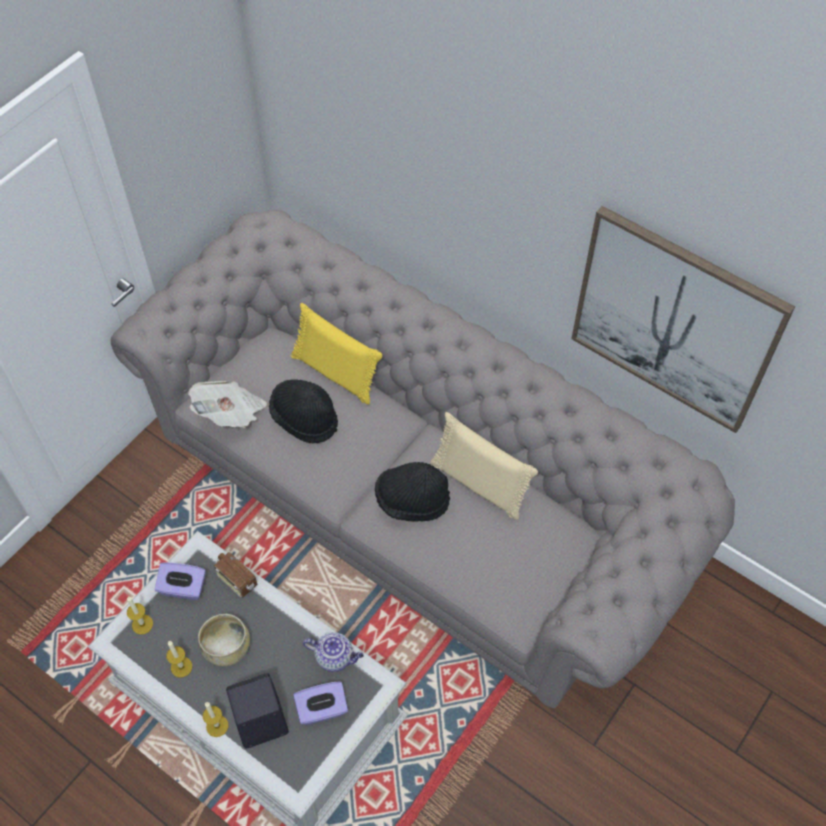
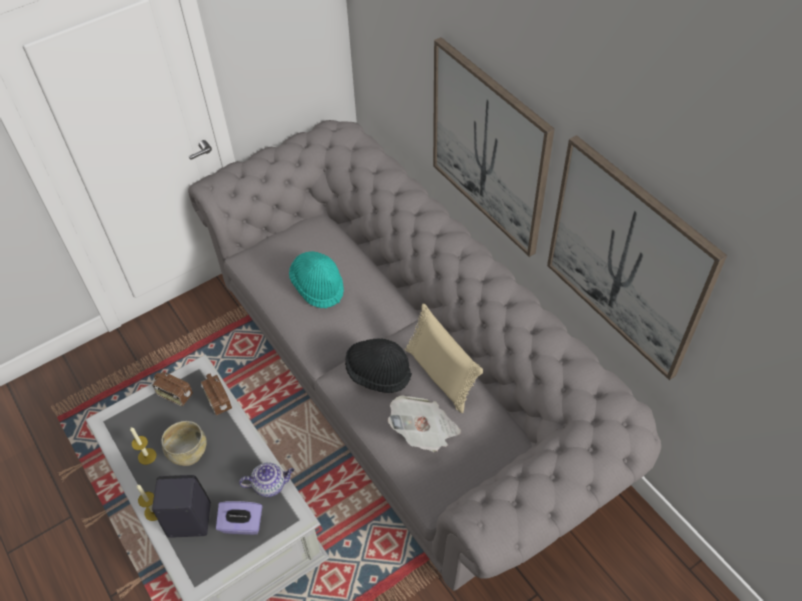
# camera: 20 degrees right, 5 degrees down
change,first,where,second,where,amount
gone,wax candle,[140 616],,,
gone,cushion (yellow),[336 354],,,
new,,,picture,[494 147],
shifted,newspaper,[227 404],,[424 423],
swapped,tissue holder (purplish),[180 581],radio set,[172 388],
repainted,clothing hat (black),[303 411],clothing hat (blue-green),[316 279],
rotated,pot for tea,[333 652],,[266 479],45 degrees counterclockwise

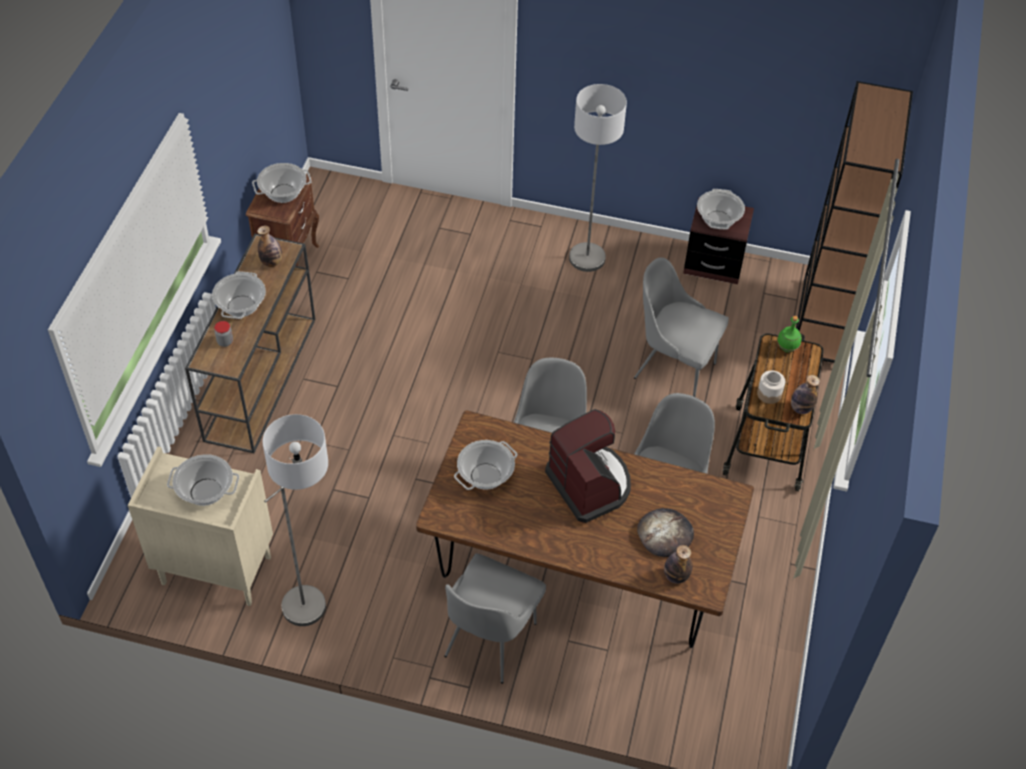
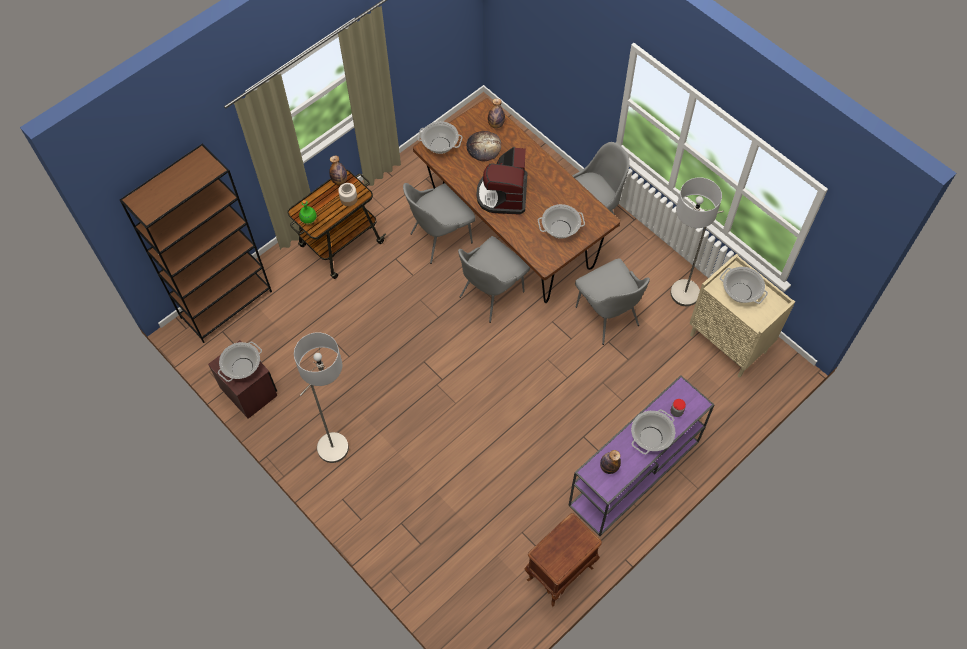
# camera: 145 degrees left, 10 degrees up
change,first,where,second,where,amount
shifted,stockpot,[282 183],,[440 137],
shifted,chair (grey),[681 327],,[612 301],
repainted,console table (brown-coloured),[250 343],console table (purplish),[641 455],

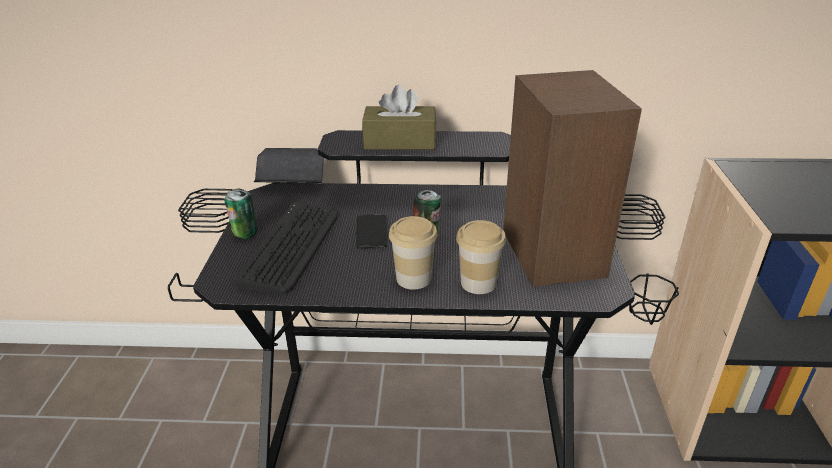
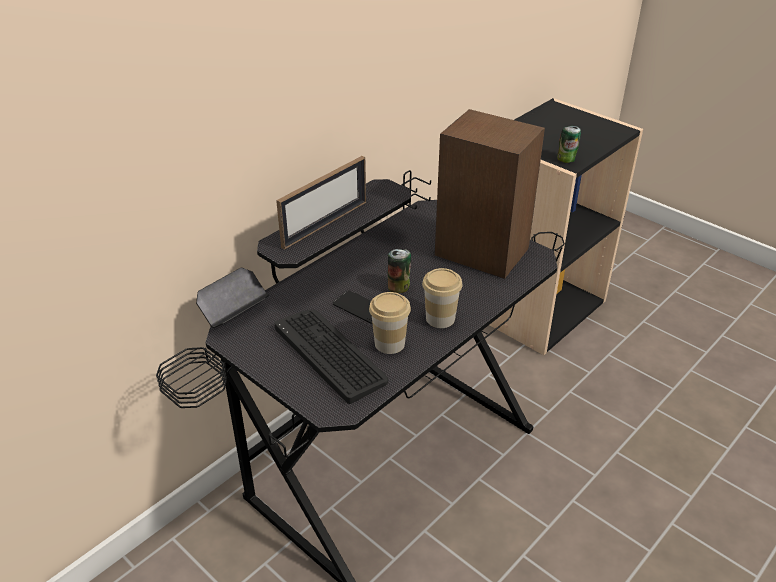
# camera: 50 degrees left, 5 degrees up
change,first,where,second,where,amount
shifted,sealed can,[240 213],,[569 144],
shifted,small cup,[481 257],,[390 323],
swapped,tissue holder (brown-coloured),[399 117],standing frame,[321 203],

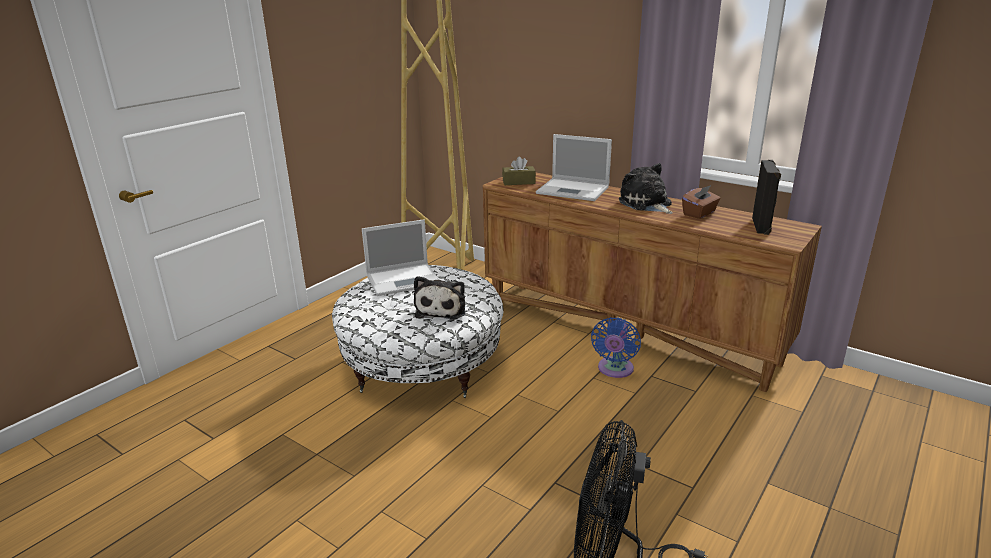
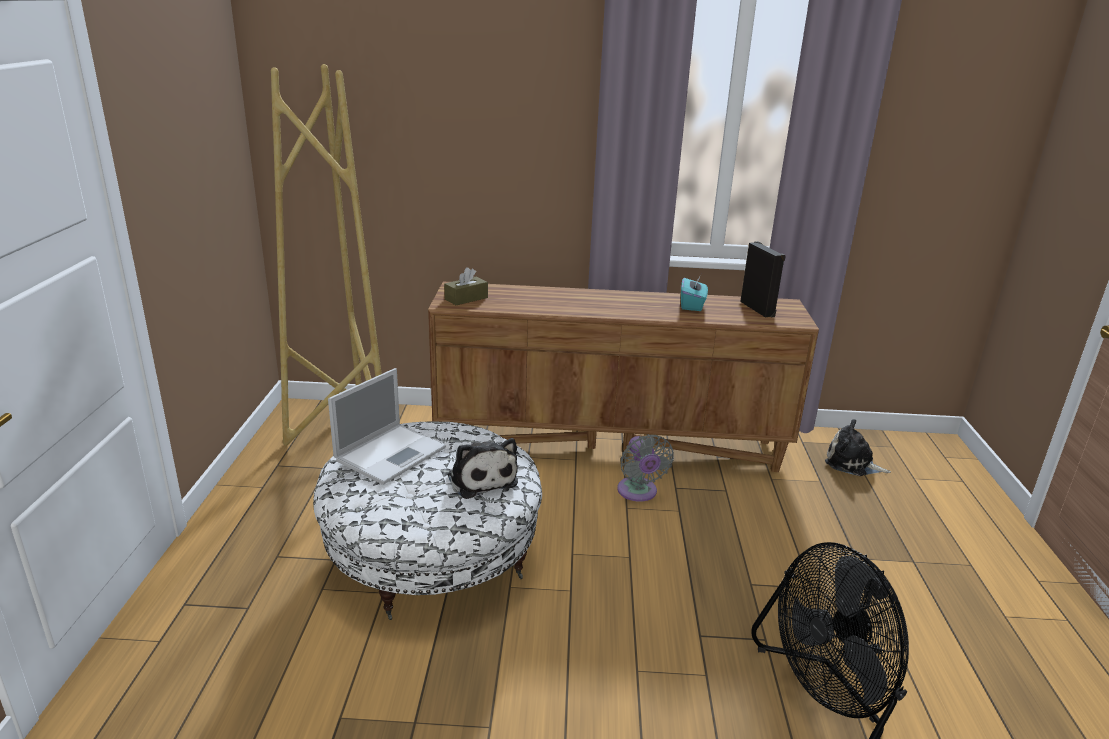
# camera: 35 degrees left, 0 degrees up
change,first,where,second,where,amount
gone,portable computer,[574 167],,,
shifted,cuddly toy,[646 188],,[858 447],
repainted,fan (blue-coloured),[616 347],fan (grey),[645 468],
repainted,tissue holder (brown-coloured),[701 202],tissue holder (blue-green),[694 293],

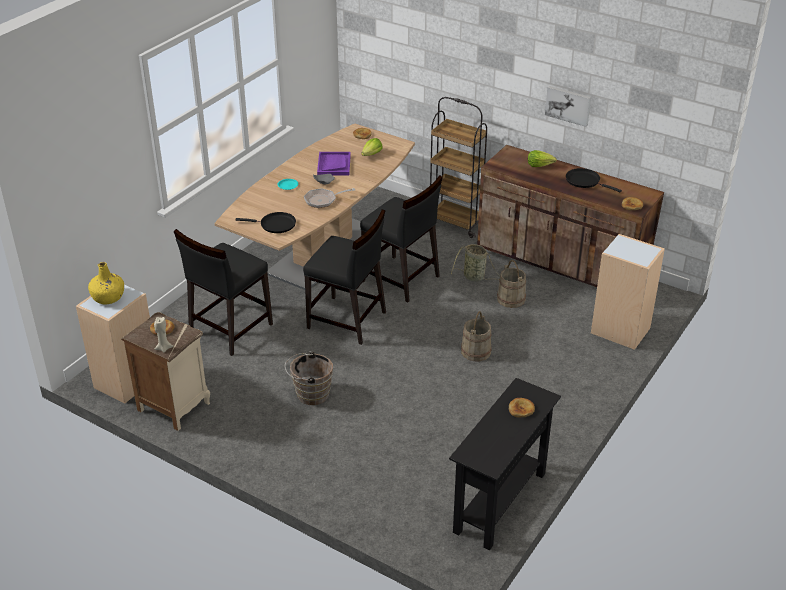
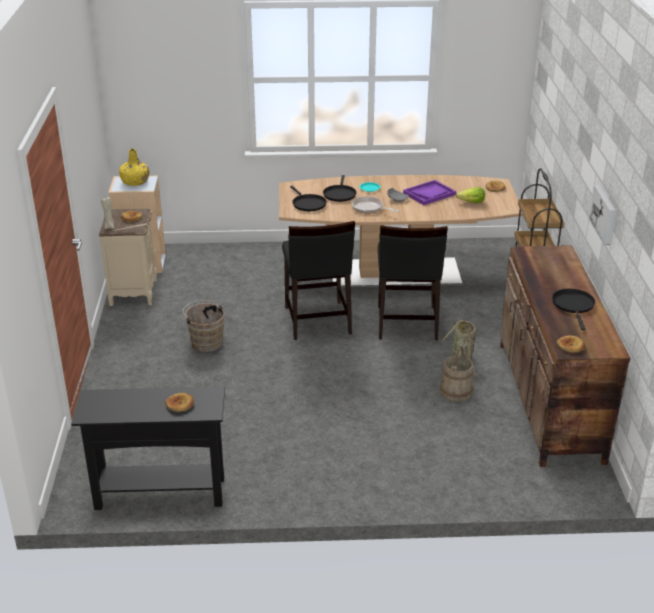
# camera: 55 degrees right, 5 degrees down
change,first,where,second,where,amount
gone,chair (black),[223 292],,,
gone,bucket (sand-coloured),[476 336],,,
gone,lettuce,[542 158],,,
gone,bookcase,[628 292],,,
new,,,pan (black),[339 188],

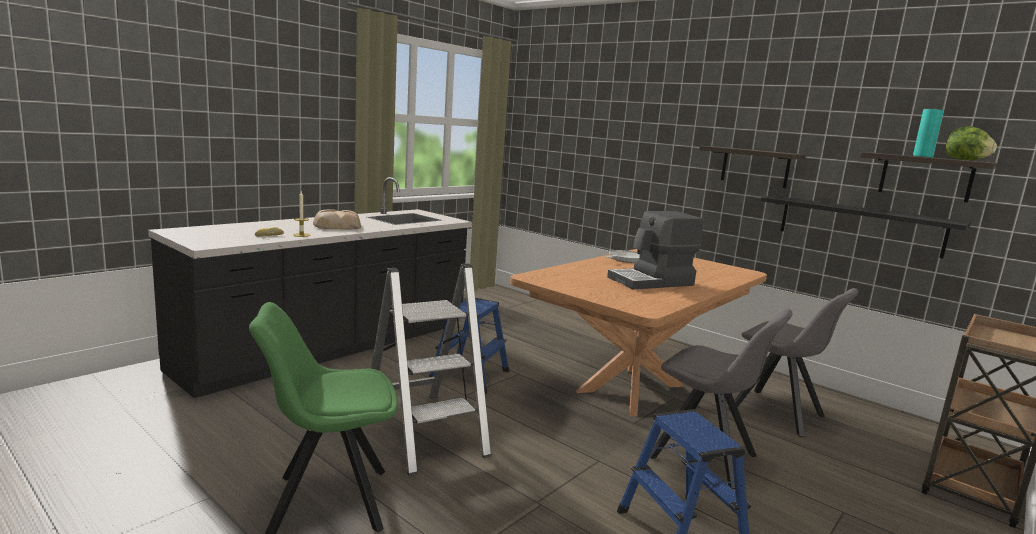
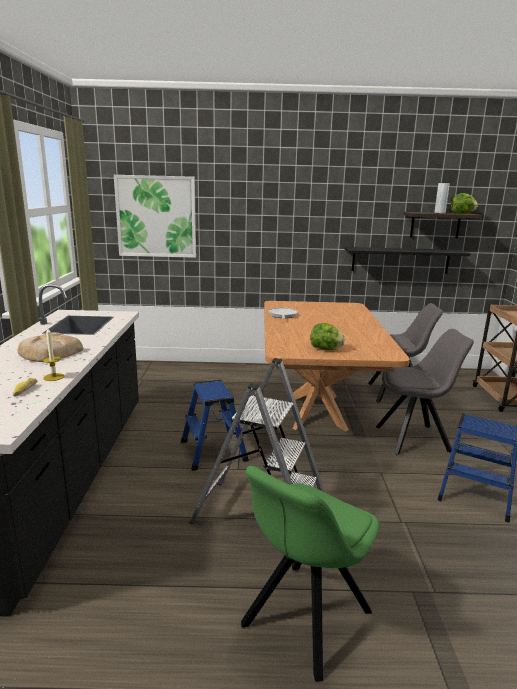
# camera: 40 degrees left, 5 degrees up
change,first,where,second,where,amount
gone,coffee machine,[655 250],,,
gone,bracket shelf,[752 167],,,
new,,,picture,[155 216],
new,,,lettuce,[327 336],
repainted,vase (blue-green),[928 133],vase (grey),[442 198],

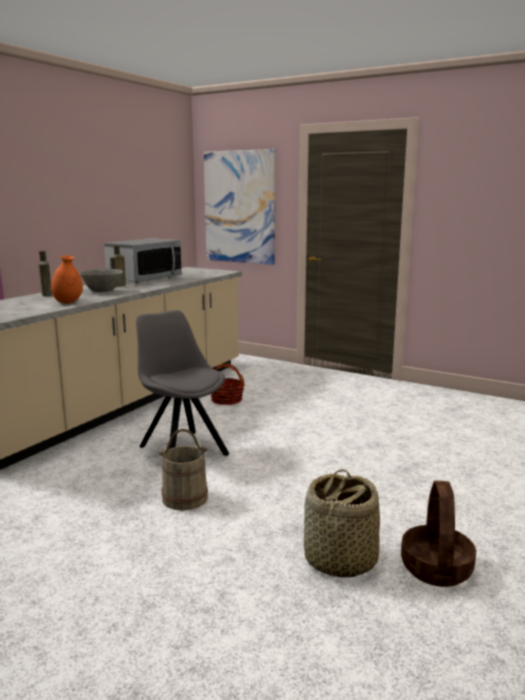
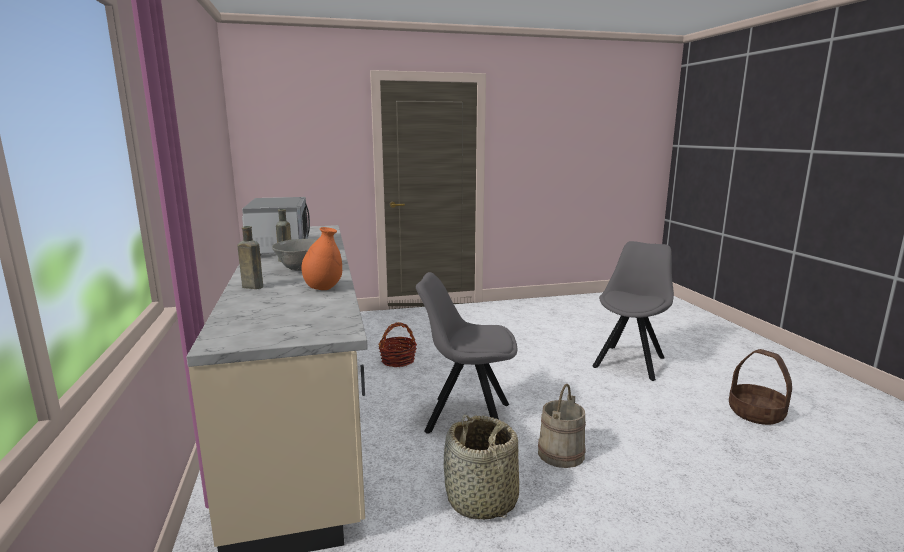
# camera: 45 degrees left, 0 degrees up
change,first,where,second,where,amount
gone,picture,[240 207],,,
new,,,chair (grey),[633 311],
shifted,basket,[342 523],,[481 467],

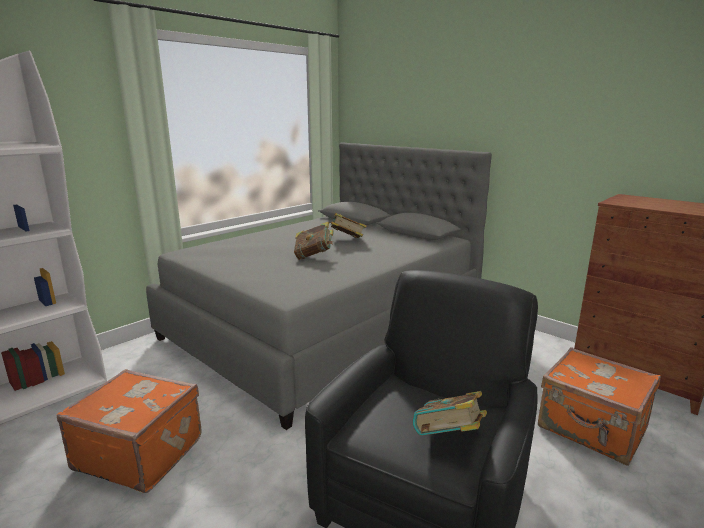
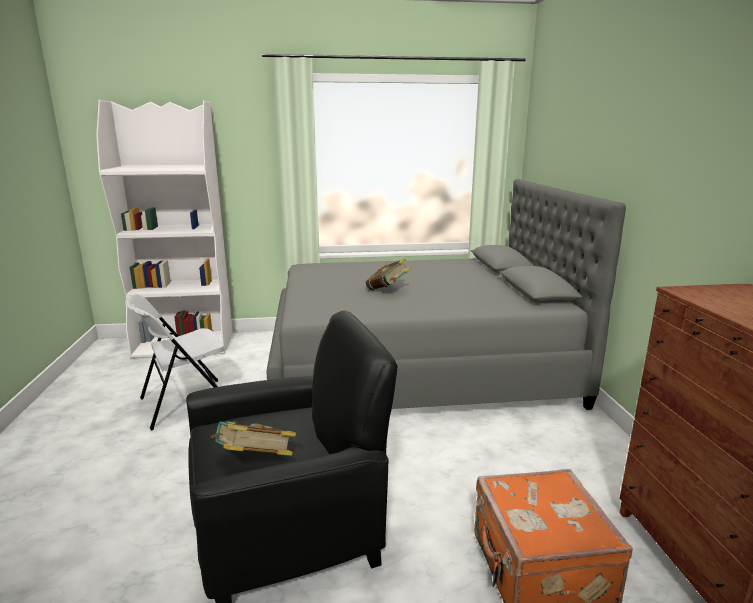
# camera: 40 degrees right, 0 degrees up
change,first,where,second,where,amount
gone,volume,[348 225],,,
swapped,piece of luggage (orange-coloured),[129 431],chair (white),[174 362],

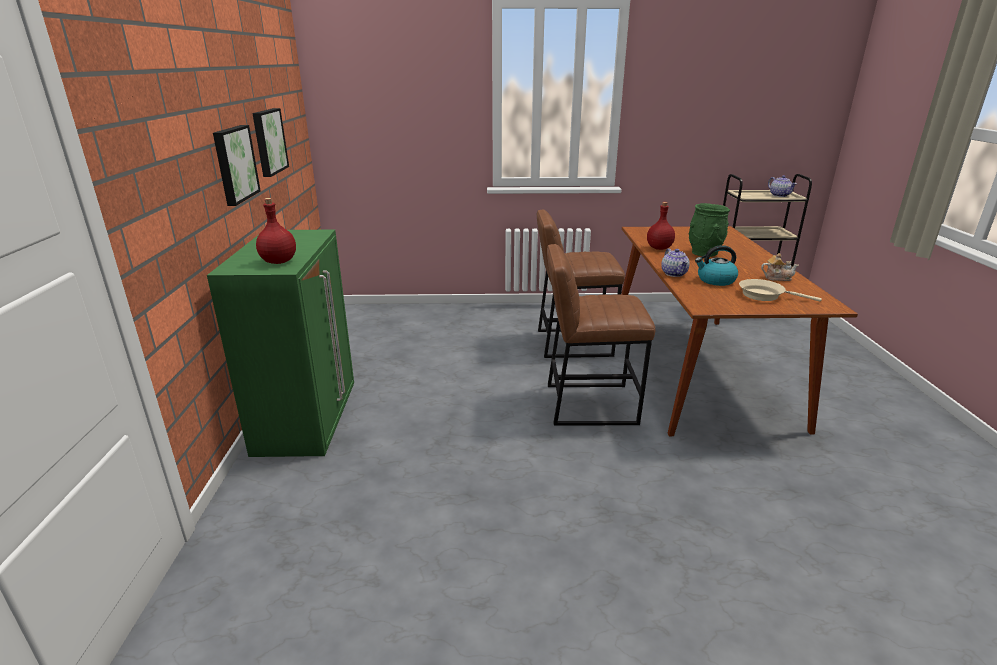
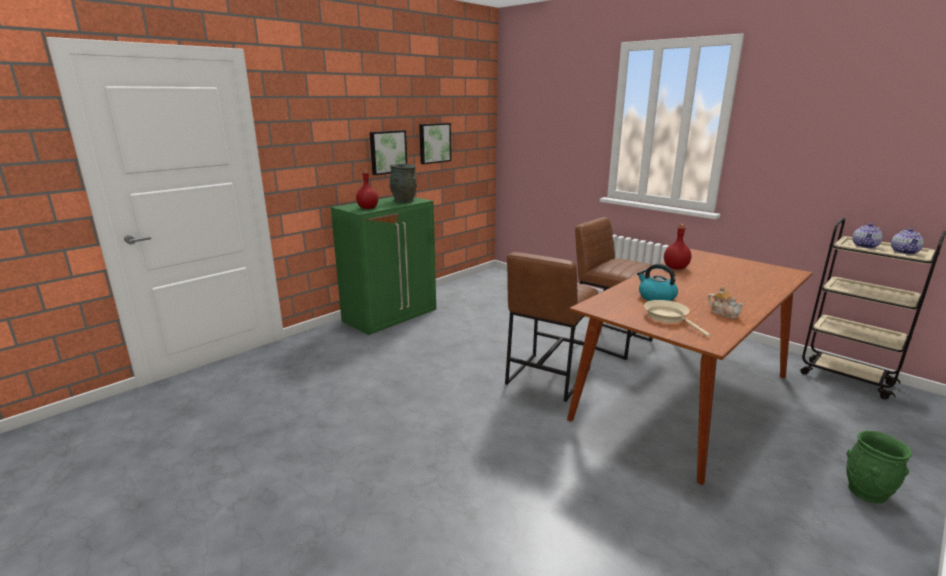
# camera: 45 degrees right, 5 degrees down
change,first,where,second,where,amount
new,,,vase (grey),[403 183],
shifted,pot for tea,[675 262],,[867 235],
shifted,vase (greenish),[709 230],,[879 467],
rotated,chair (brown-coloured),[601 334],,[551 327],105 degrees counterclockwise

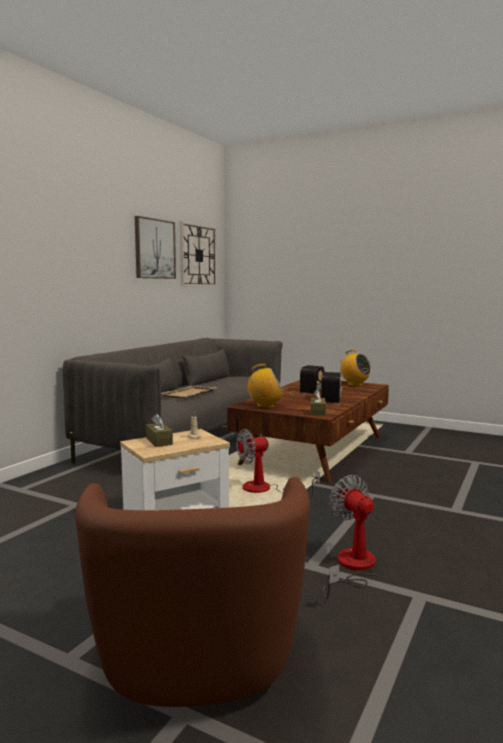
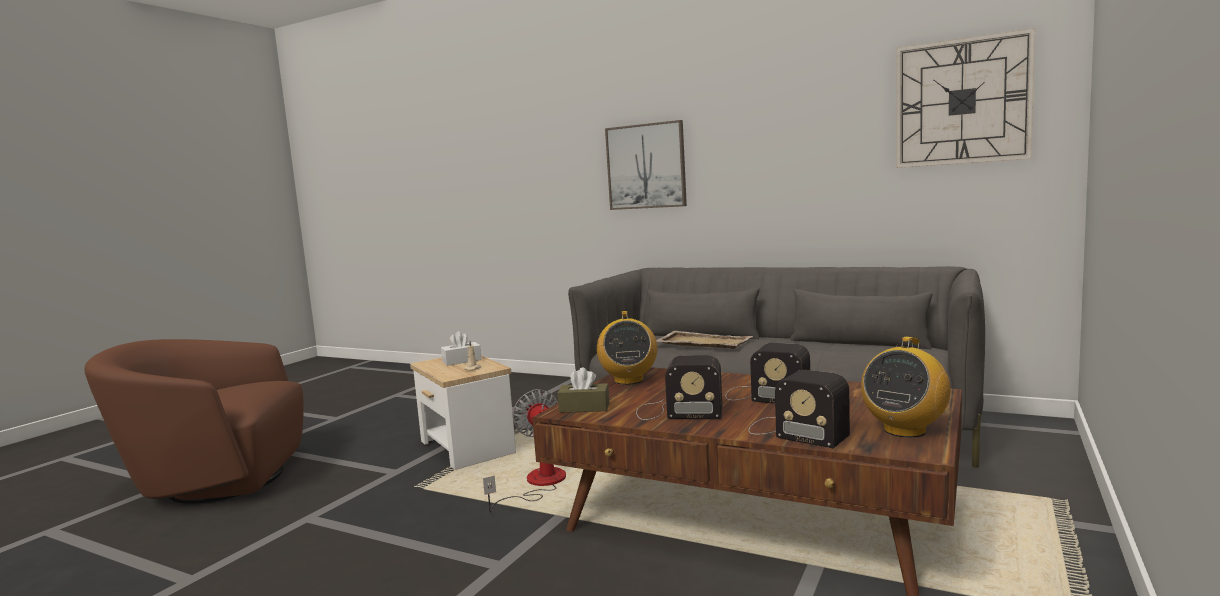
# camera: 90 degrees right, 0 degrees up
change,first,where,second,where,amount
gone,fan,[349 537],,,
new,,,radio set,[799 409],
shifted,picture,[155 247],,[646 165],
repainted,tissue holder (brown-coloured),[159 430],tissue holder (white),[461 348],

